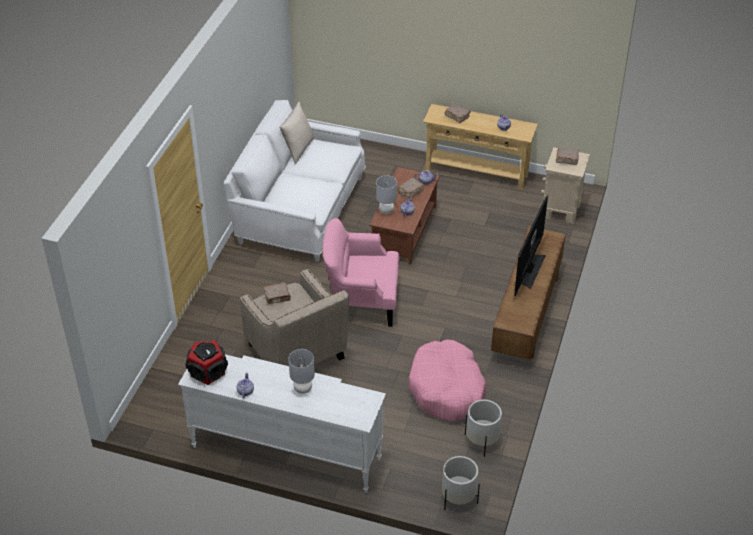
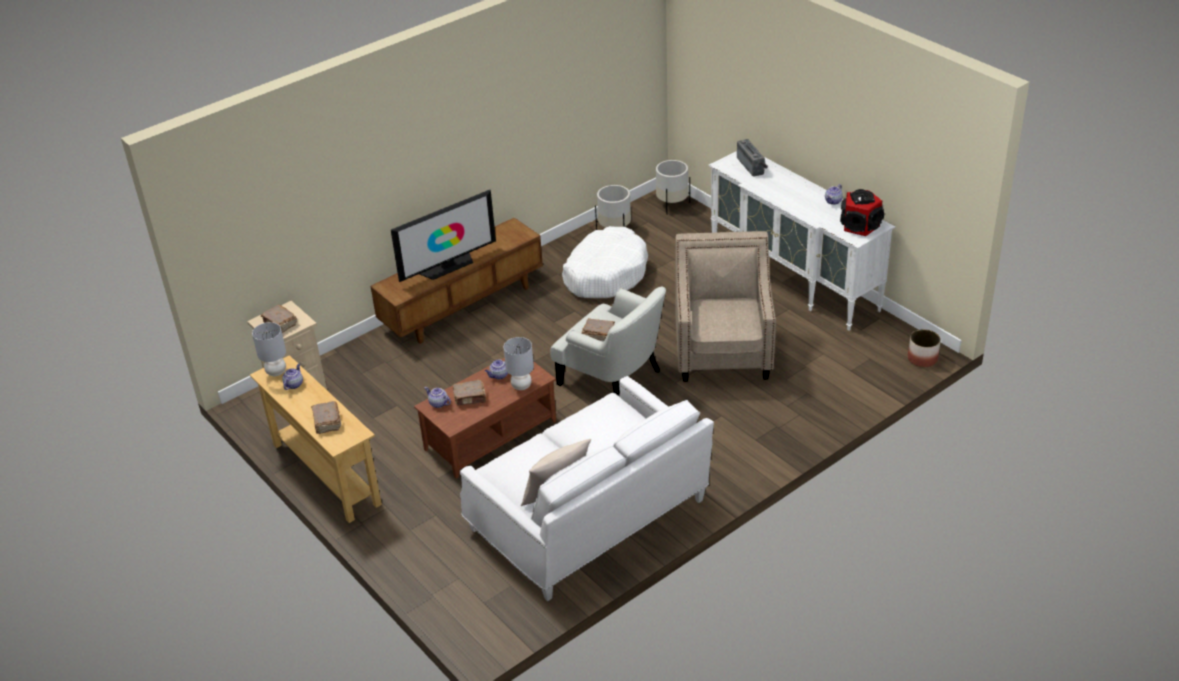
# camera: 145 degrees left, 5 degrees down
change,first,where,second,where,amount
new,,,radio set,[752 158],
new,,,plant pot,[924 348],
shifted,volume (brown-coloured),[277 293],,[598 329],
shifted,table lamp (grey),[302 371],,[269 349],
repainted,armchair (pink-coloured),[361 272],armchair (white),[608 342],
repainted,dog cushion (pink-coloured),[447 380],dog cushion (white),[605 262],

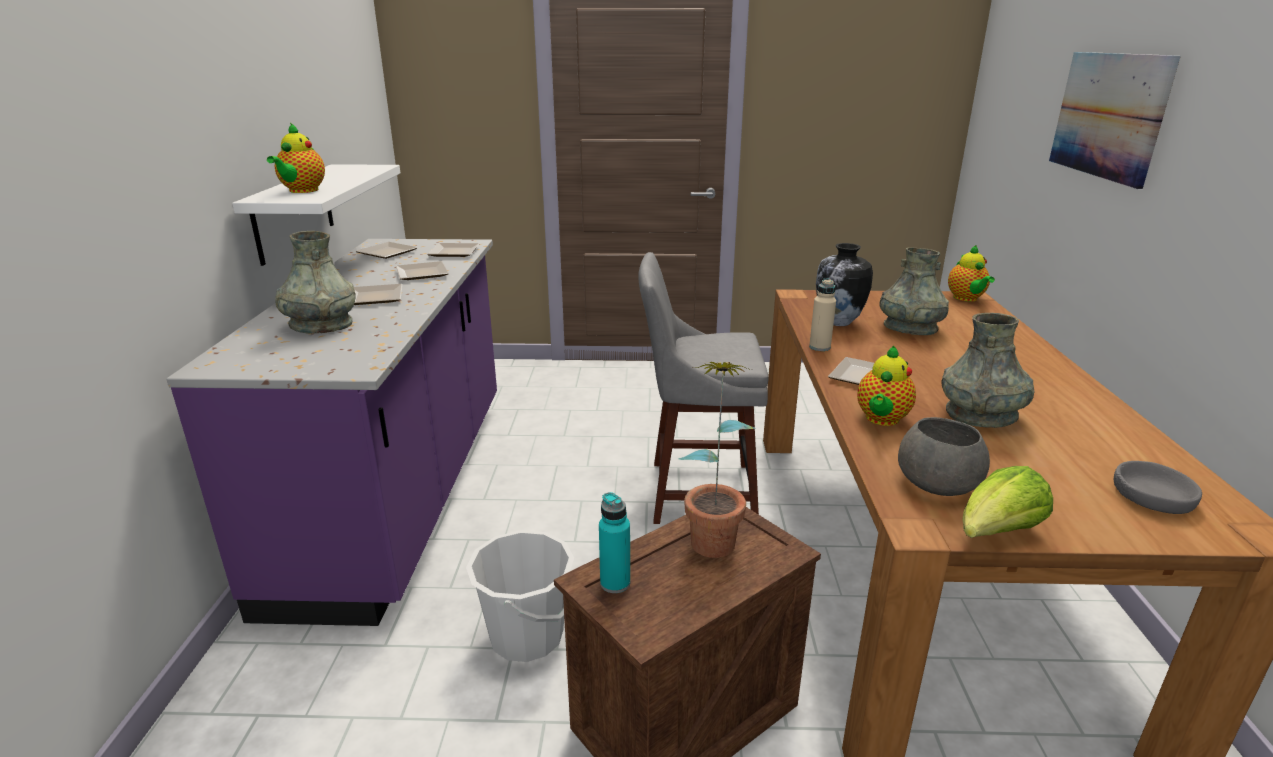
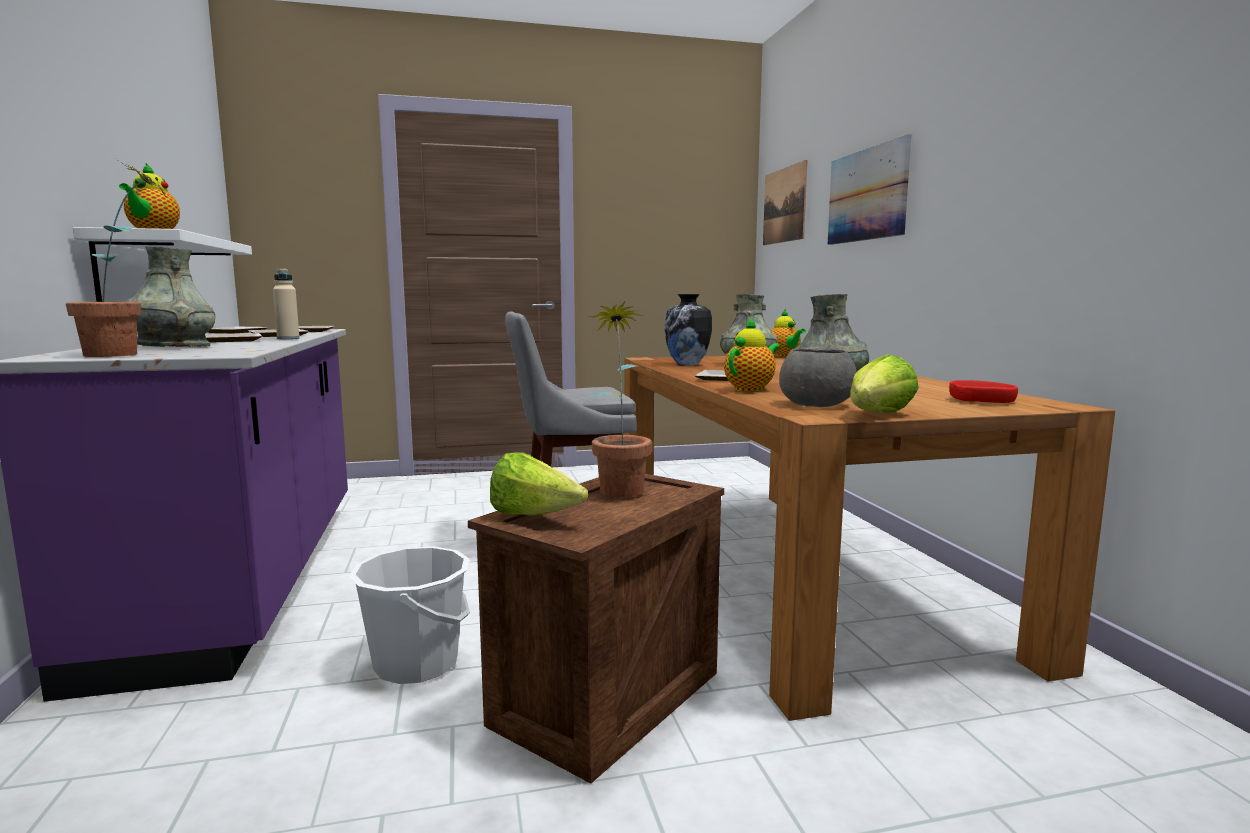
# camera: 15 degrees left, 15 degrees down
change,first,where,second,where,amount
new,,,plant in a pot,[116 258],
new,,,picture,[785 202],
shifted,beverage bottle (sand-coloured),[822 315],,[286 303],
swapped,beverage bottle (blue-green),[614 542],lettuce,[539 484],
repainted,bowl (grey),[1158 487],bowl (reddish),[983 391],
rotated,pot for tea,[886 385],,[752 354],150 degrees counterclockwise

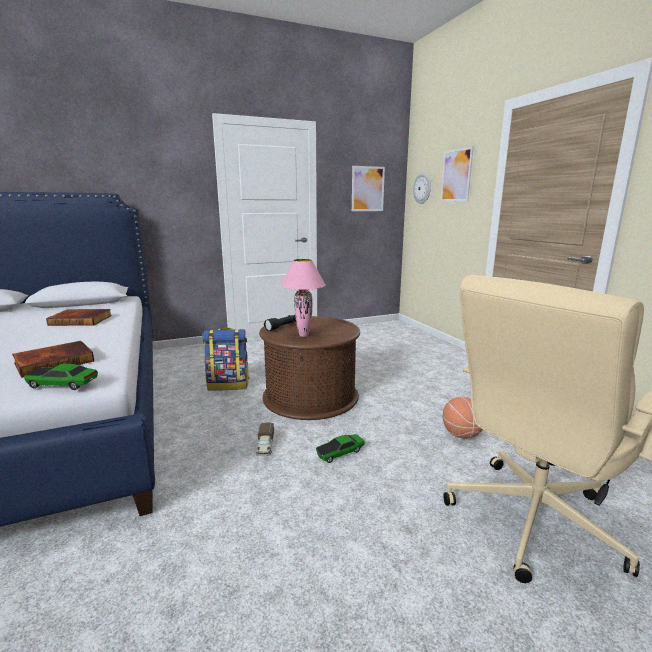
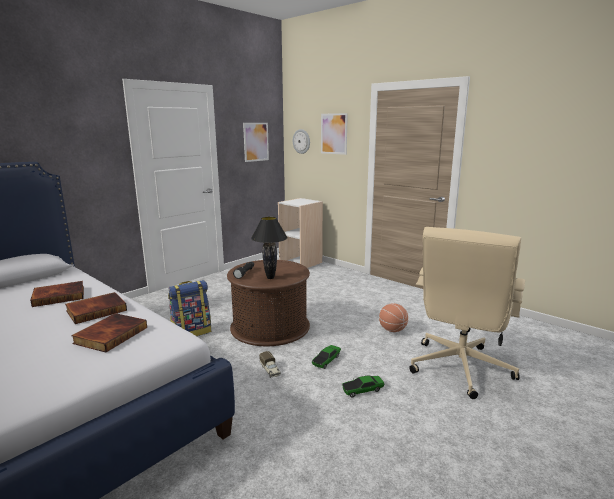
# camera: 25 degrees left, 0 degrees up
change,first,where,second,where,amount
new,,,volume,[96 308],
new,,,bookcase,[300 233],
shifted,model car,[61 376],,[363 387],
repainted,table lamp (pink-coloured),[303 298],table lamp (black),[269 248],

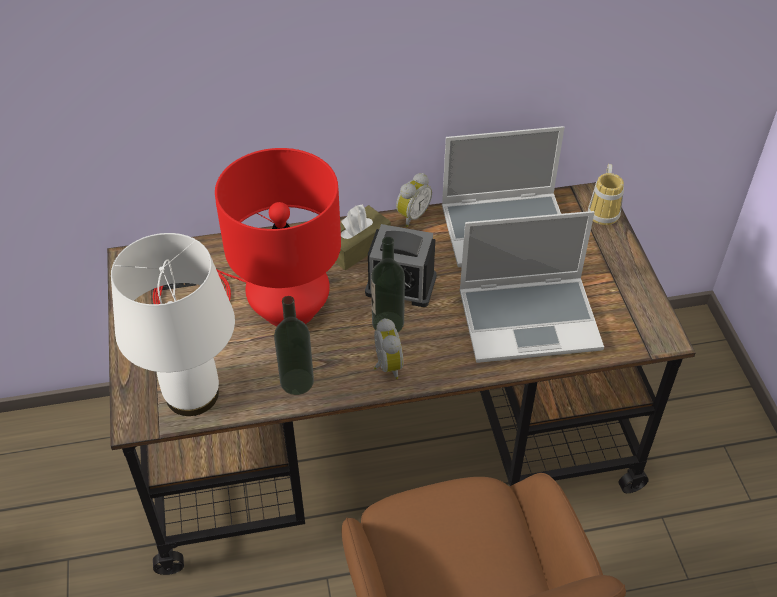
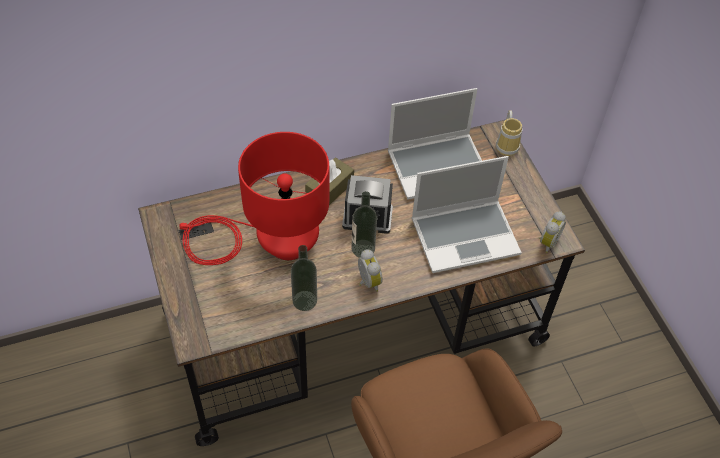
# camera: 10 degrees left, 5 degrees up
change,first,where,second,where,amount
gone,table lamp (white),[173 324],,,
shifted,table clock,[414 200],,[552 232],

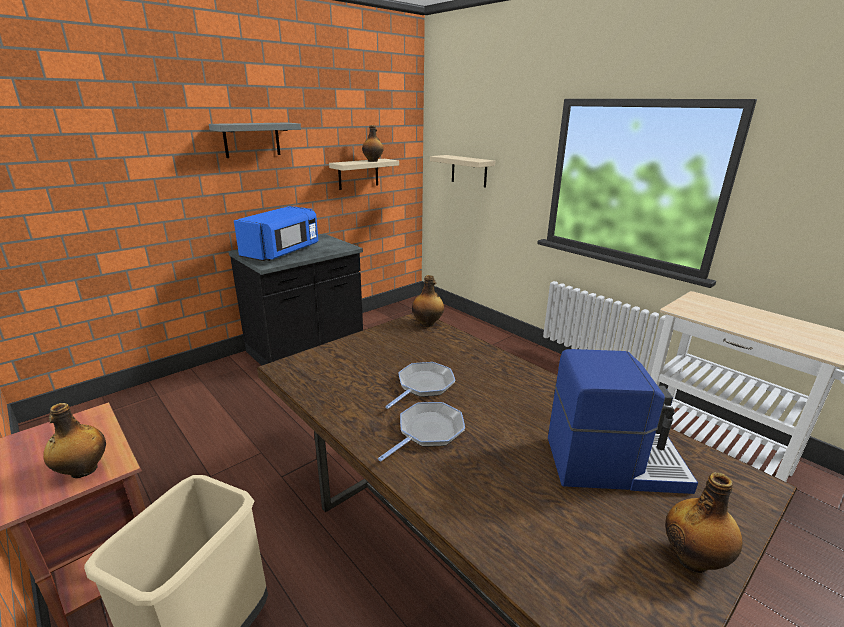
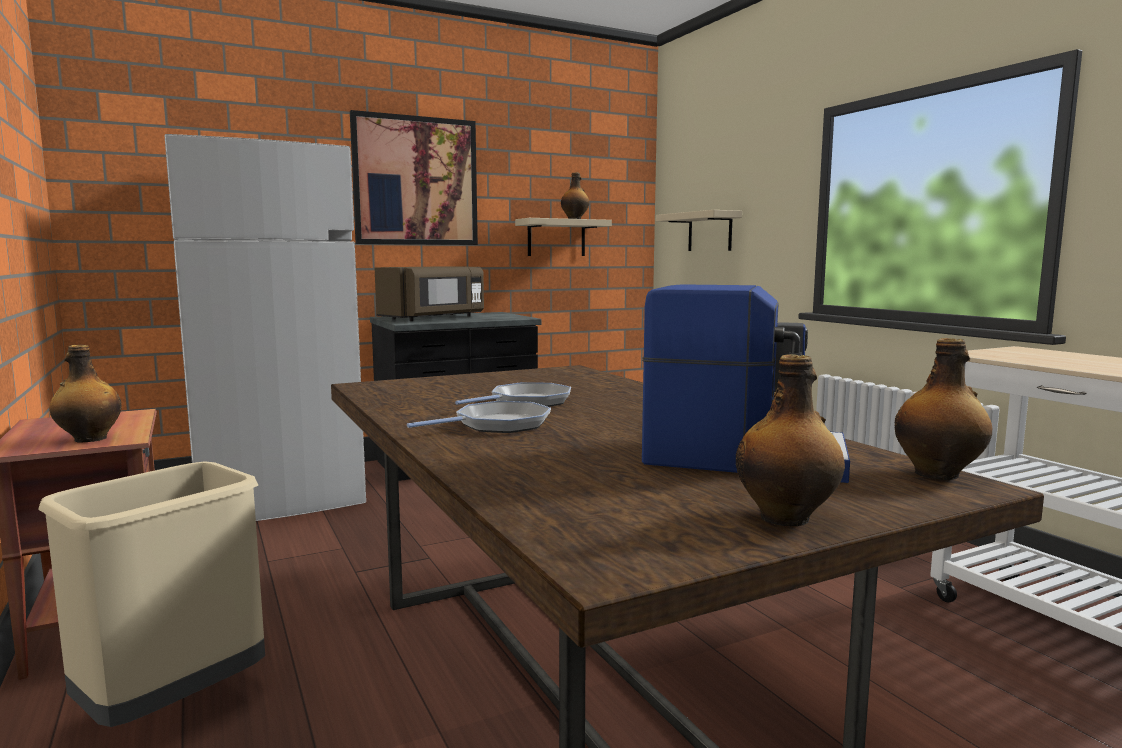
# camera: 15 degrees right, 15 degrees down
change,first,where,second,where,amount
new,,,refrigerator (white),[265 327],
shifted,beverage bottle,[428 301],,[943 409],
swapped,bracket shelf (grey),[255 140],picture,[414 177],
repainted,microwave (blue-coloured),[276 233],microwave (brown-coloured),[429 293],

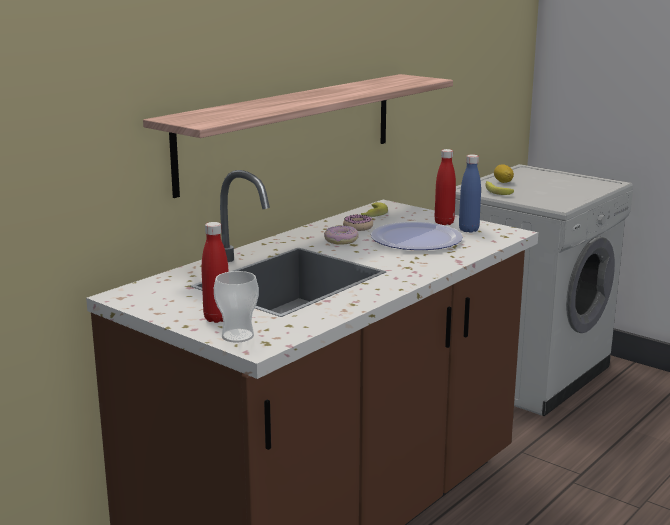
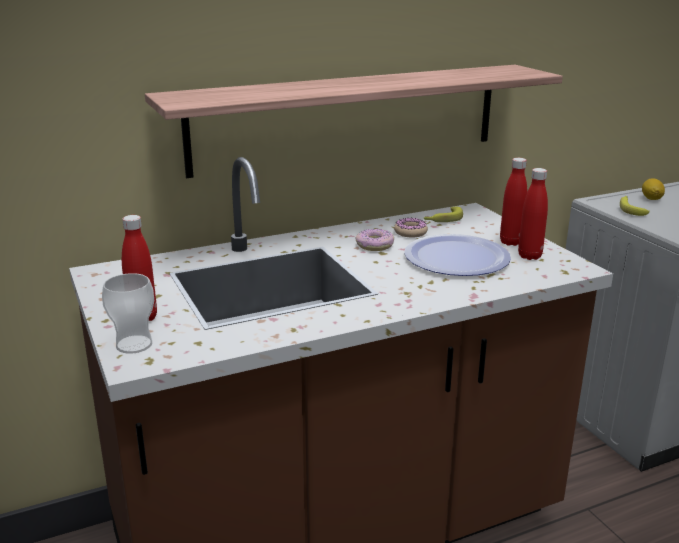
# camera: 25 degrees right, 5 degrees up
change,first,where,second,where,amount
repainted,beverage bottle (blue-coloured),[470 193],beverage bottle (reddish),[533 214],

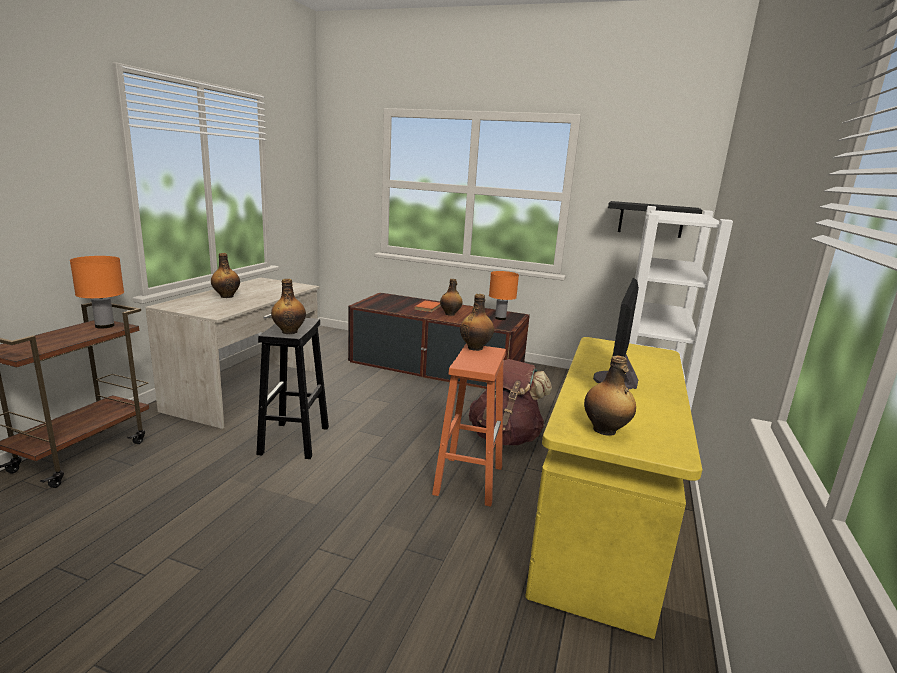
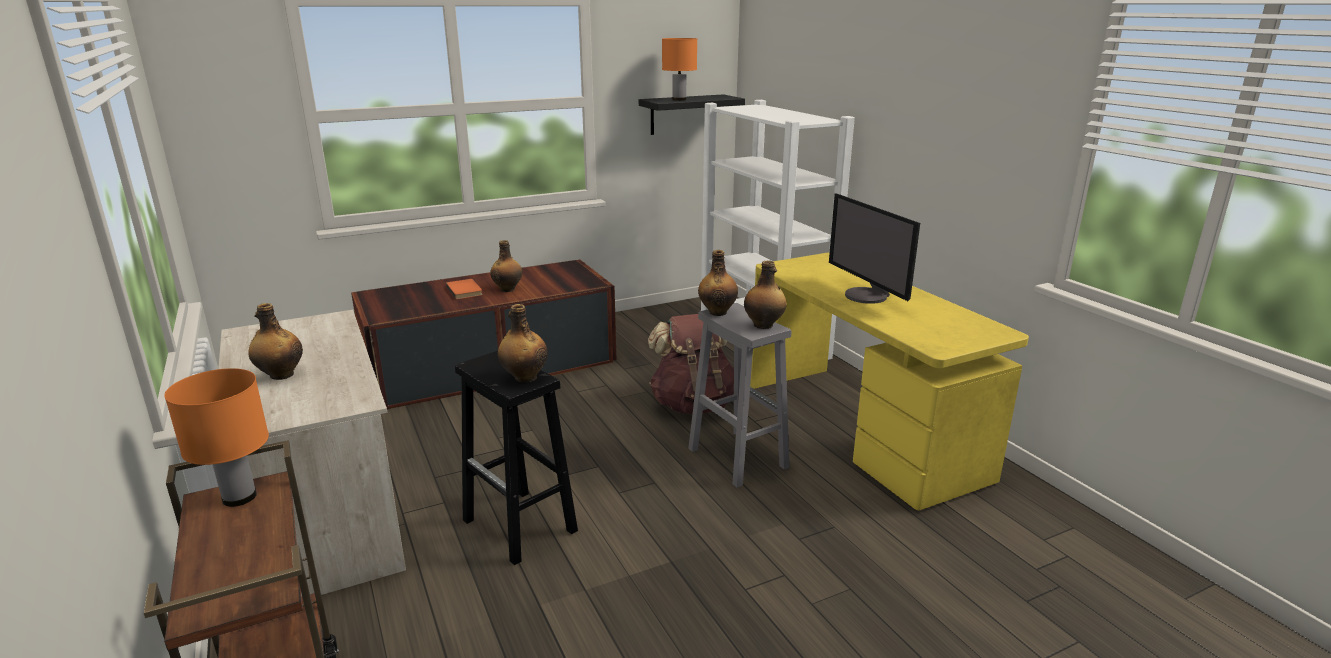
# camera: 45 degrees left, 5 degrees up
change,first,where,second,where,amount
shifted,table lamp (orange-coloured),[504 295],,[679 69],
shifted,beverage bottle,[610 396],,[765 294],
repainted,stool seat (orange-coloured),[469 425],stool seat (grey),[739 395],

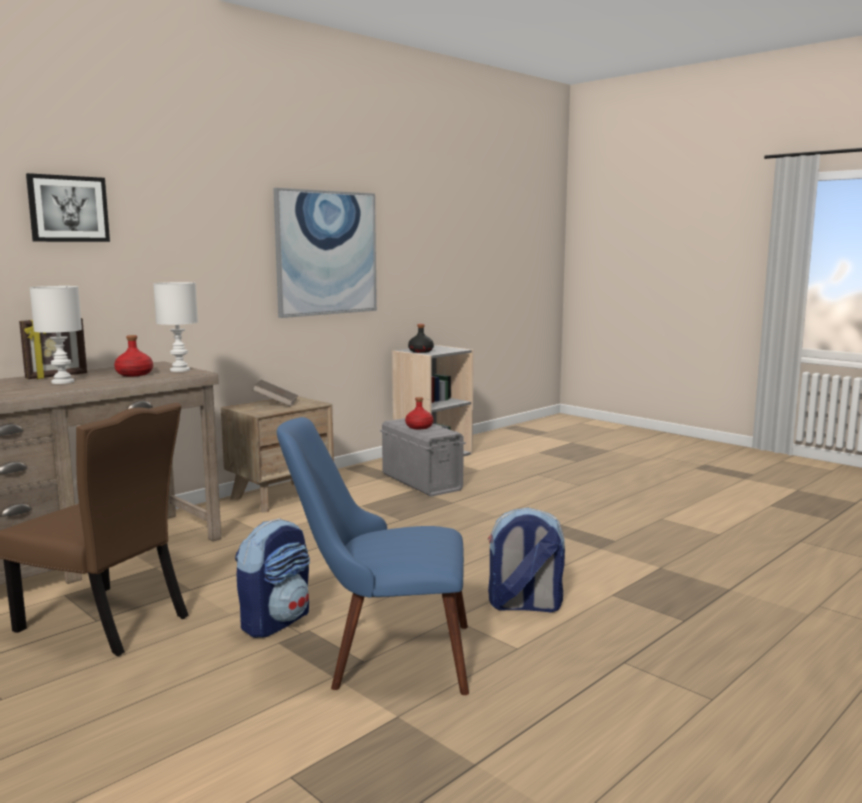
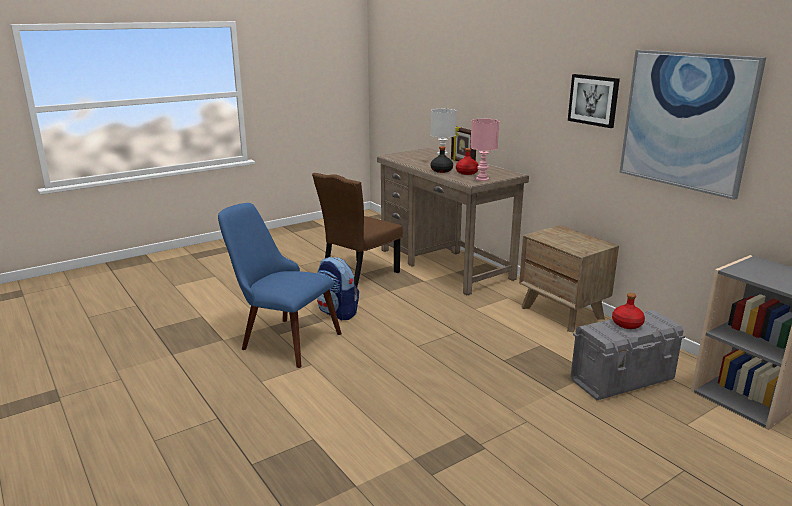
# camera: 100 degrees right, 10 degrees up
change,first,where,second,where,amount
gone,volume (brown-coloured),[275 393],,,
gone,rucksack,[526 560],,,
shifted,picture,[68 207],,[594 101],
shifted,beverage bottle (black),[421 338],,[442 159],
repainted,table lamp (white),[175 327],table lamp (pink-coloured),[484 150],
rotated,chair (blue-coloured),[373 556],,[280 285],75 degrees counterclockwise

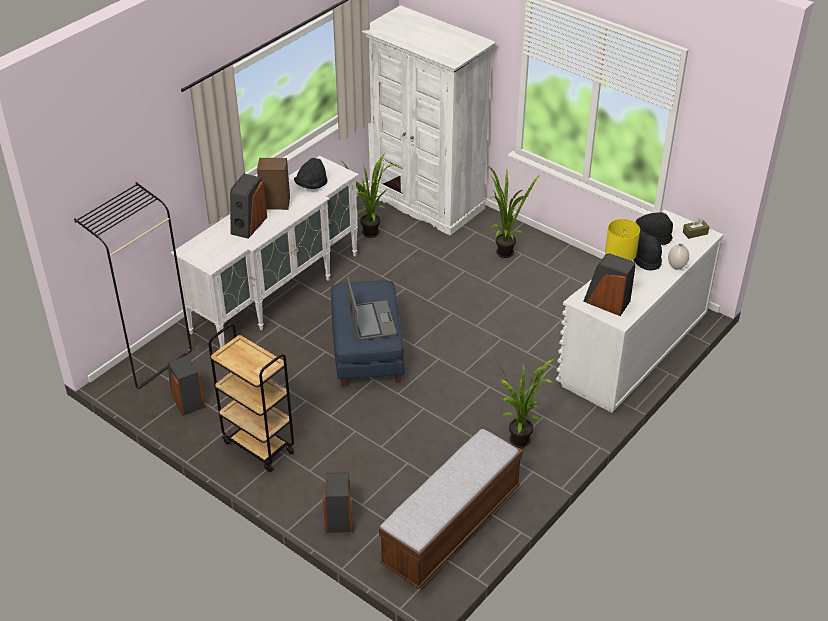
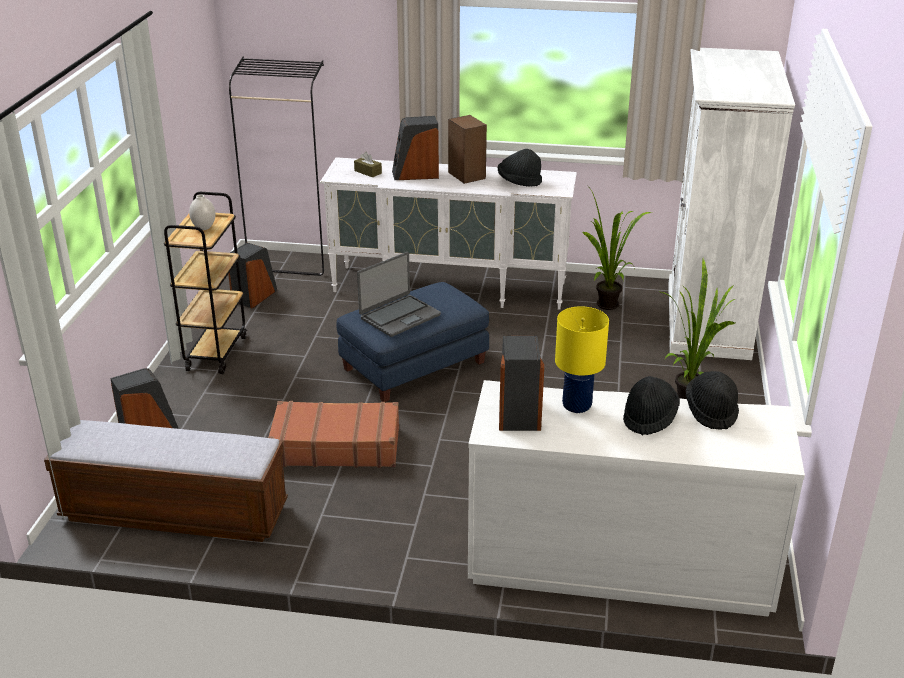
# camera: 60 degrees right, 10 degrees down
change,first,where,second,where,amount
gone,plant in a pot,[523 402],,,
new,,,piece of luggage (brown-coloured),[333 434],
shifted,vase (white),[678 256],,[202 212],
shifted,tissue holder (brown-coloured),[696 228],,[368 165],

